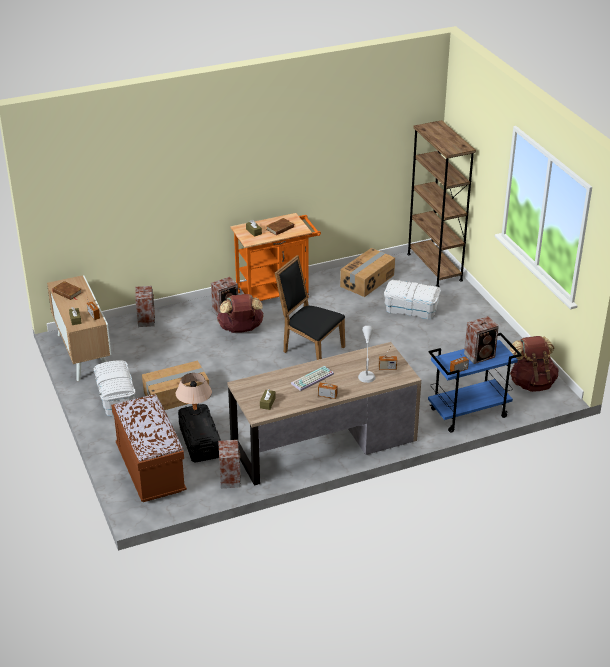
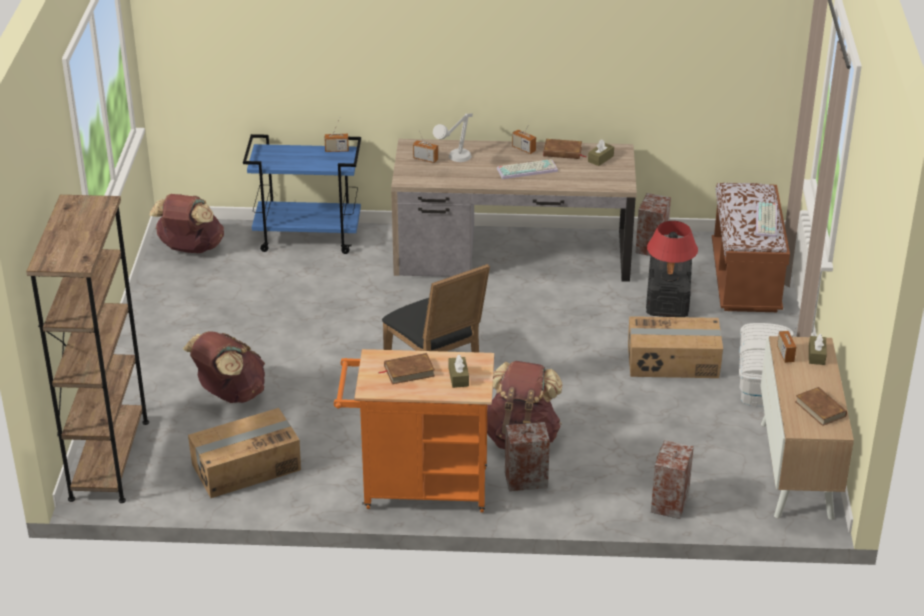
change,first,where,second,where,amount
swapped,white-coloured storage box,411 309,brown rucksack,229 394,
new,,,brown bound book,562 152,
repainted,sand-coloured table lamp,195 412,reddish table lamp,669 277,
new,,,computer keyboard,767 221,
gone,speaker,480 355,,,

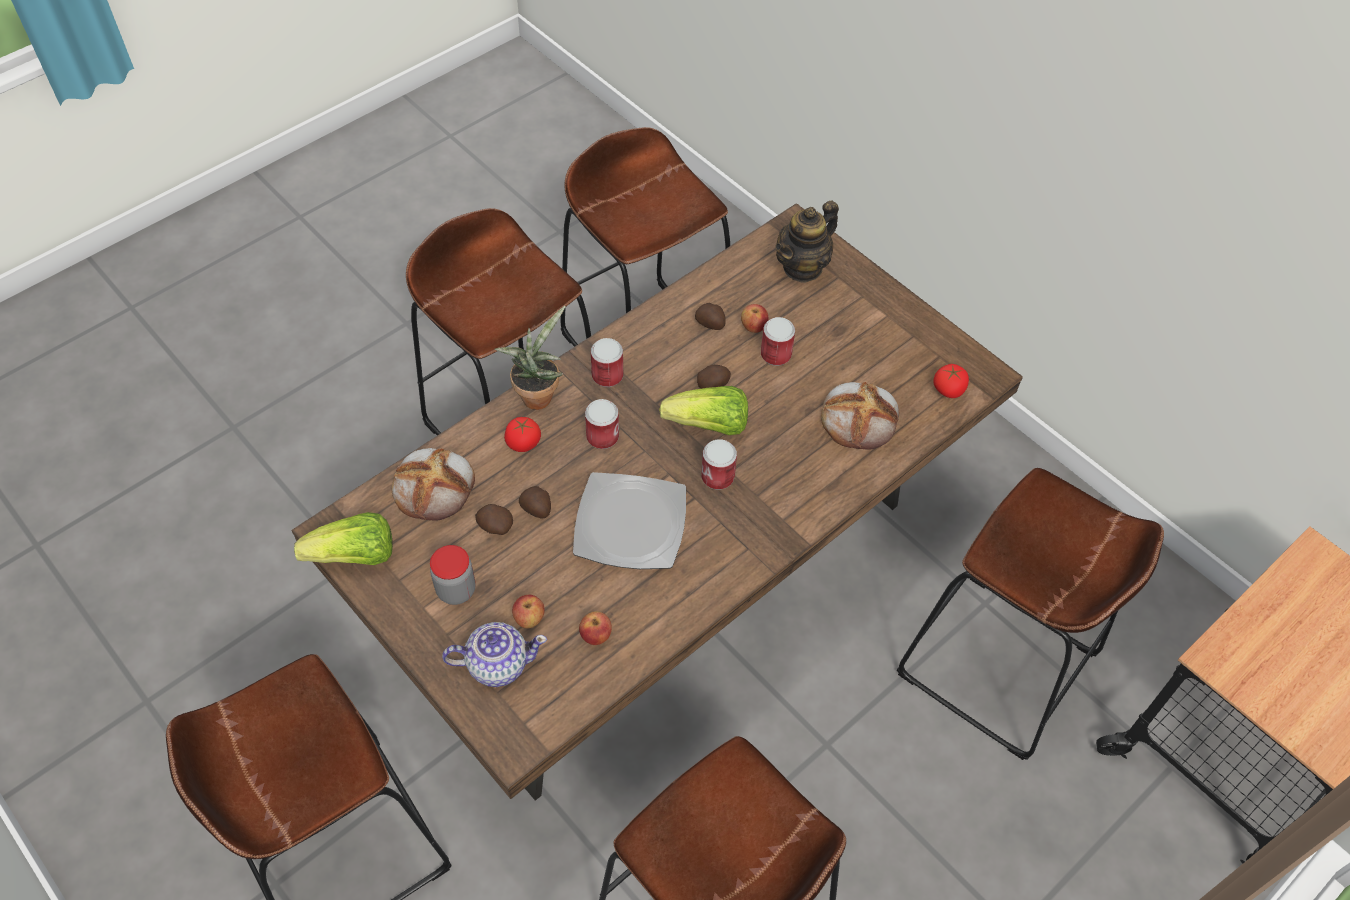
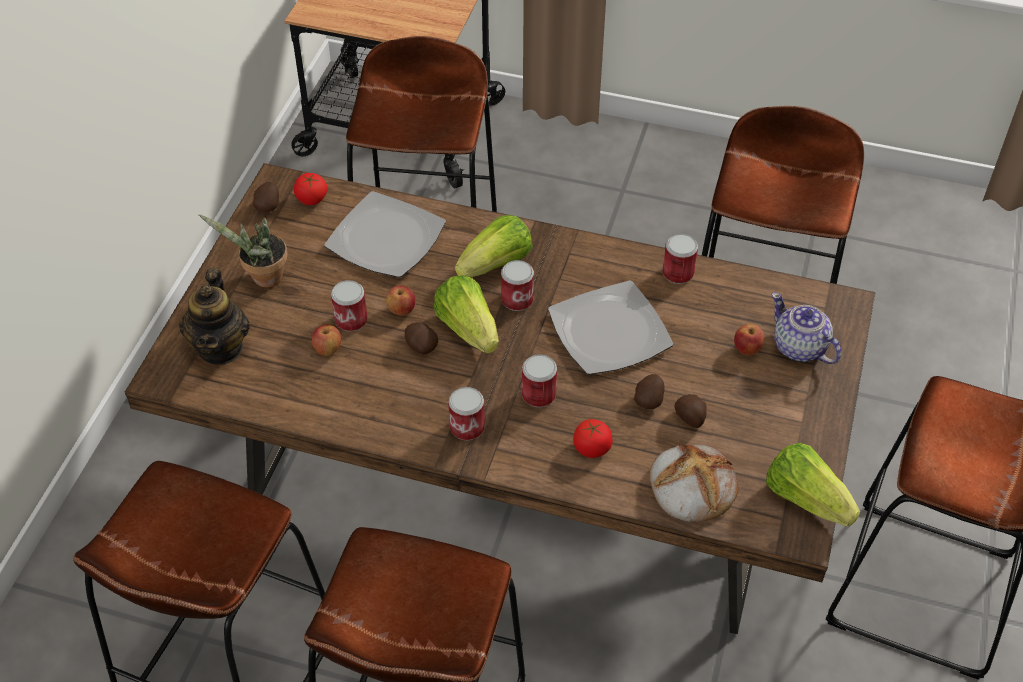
change,first,where,second,where,amount
rotated,pot for tea,803 267,,221 347,75 degrees clockwise
shifted,potted plant,537 394,,263 279,
shifted,whole potato,711 324,,268 205,
swapped,bread,860 418,plate,384 239,
shifted,whole apple,596 636,,401 310,
new,,,lettuce head,496 265,
new,,,sealed can,678 273,
gone,jar,456 590,,,

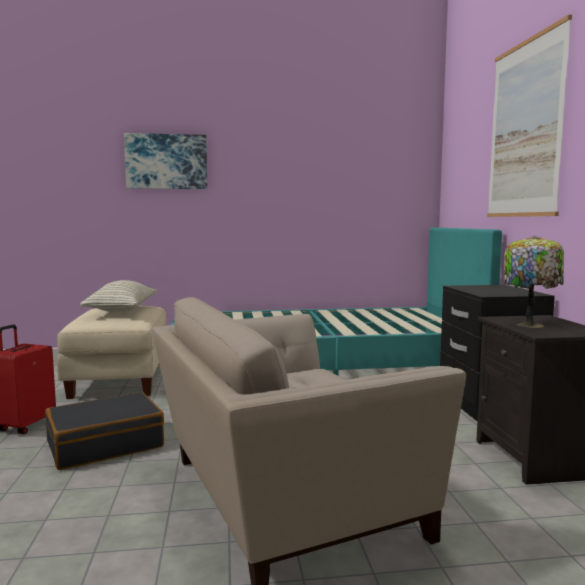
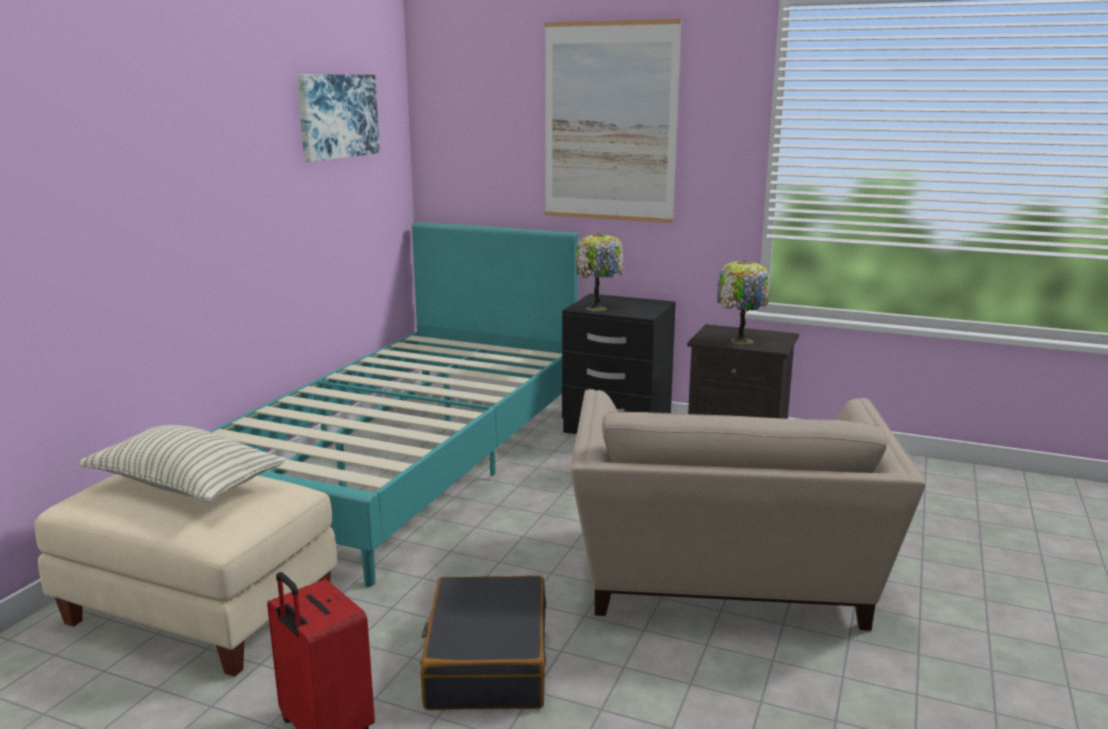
change,first,where,second,where,amount
shifted,wall art,166 161,,337 116,
new,,,table lamp,598 308,

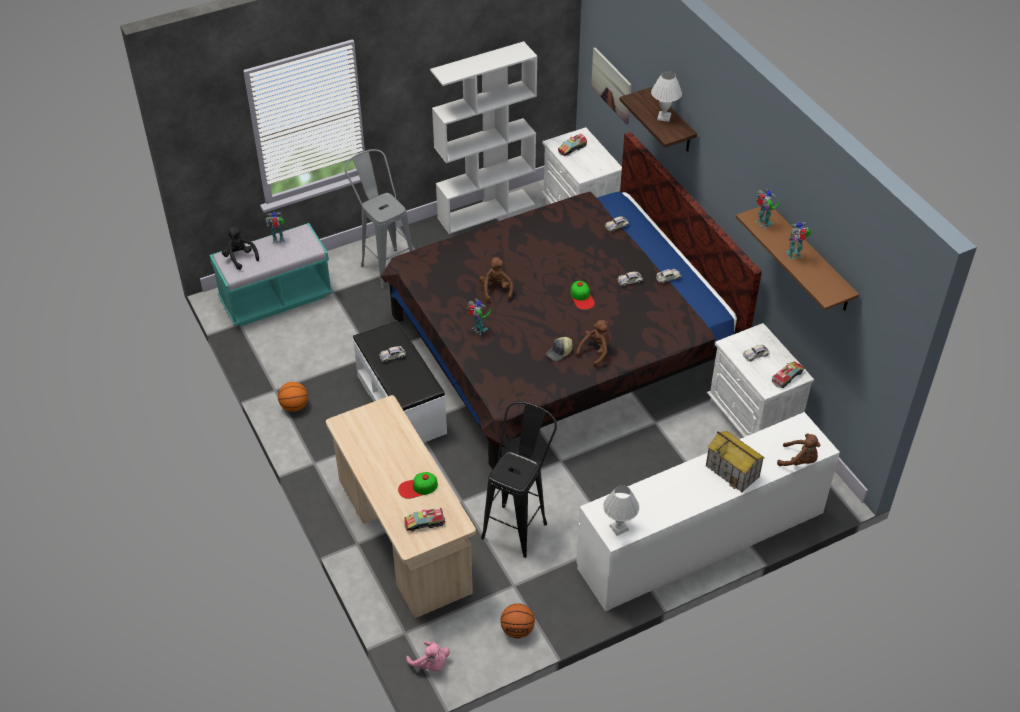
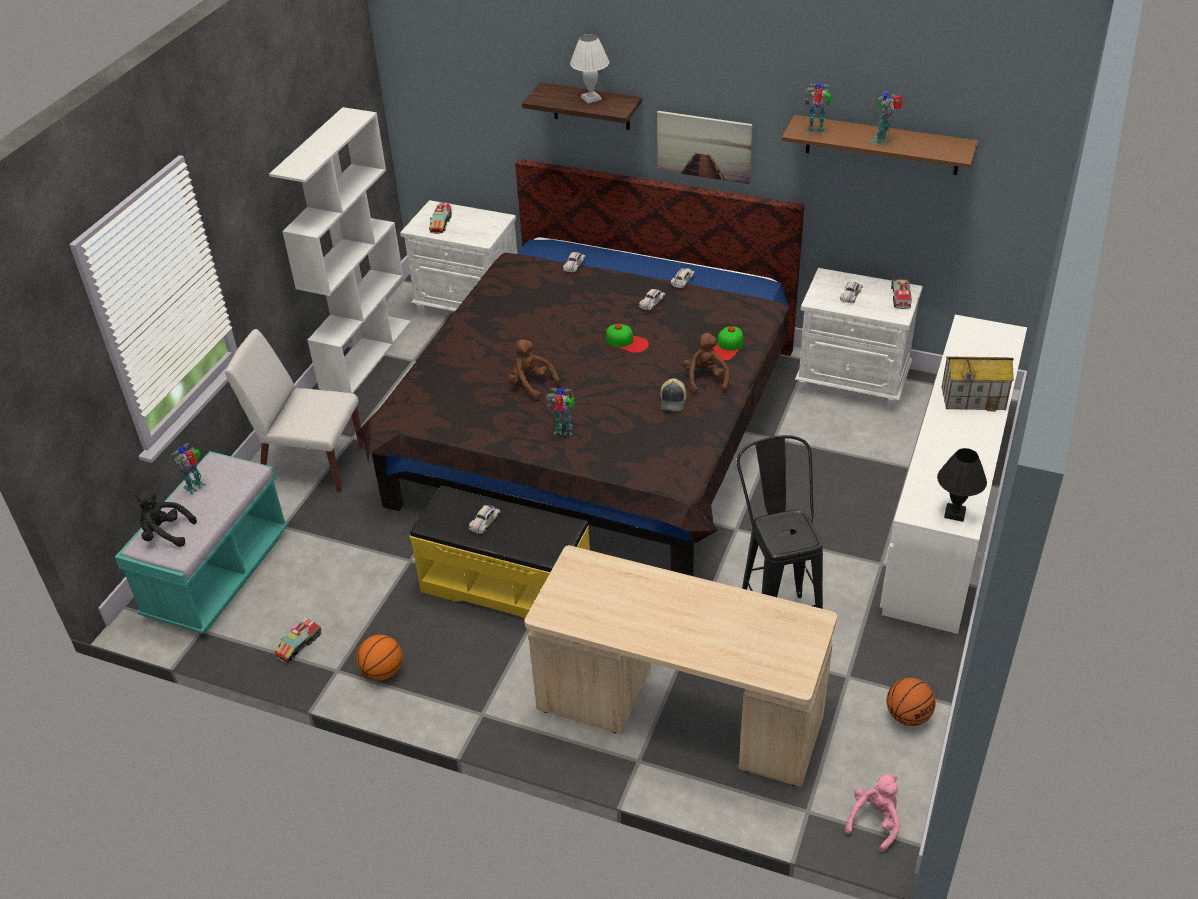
change,first,where,second,where,amount
swapped,gray stool,384 264,white-coloured plain chair,311 464,
shifted,model truck,424 523,,299 644,
repainted,white-coloured long seat,402 404,yellowish long seat,506 586,
shifted,wall art,611 85,,704 146,
shifted,cap,418 487,,727 347,
rotated,pink-coloured soft toy,430 664,,875 821,60 degrees counterclockwise
repainted,white-coloured table lamp,618 527,black-coloured table lamp,954 513,
gone,brown soft toy,799 461,,,

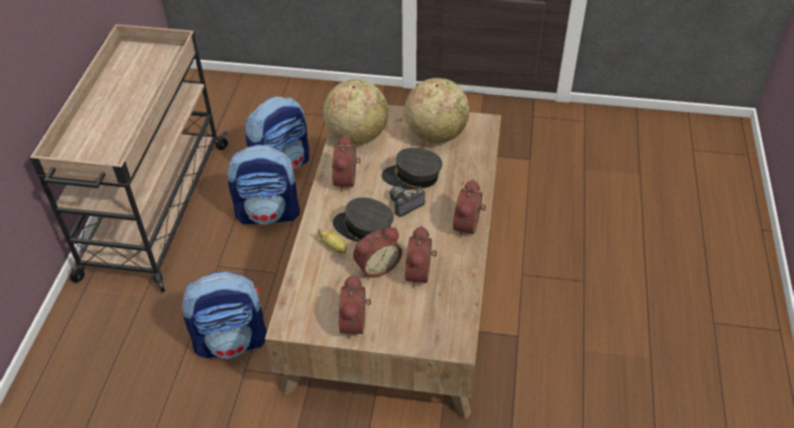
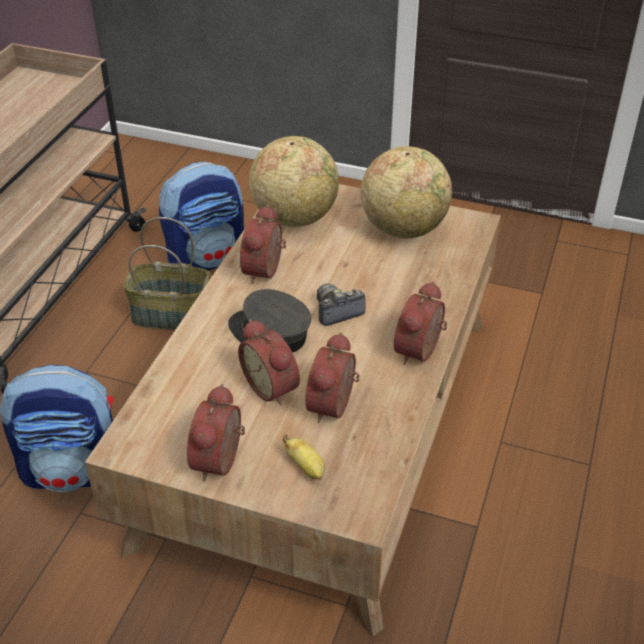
change,first,where,second,where,amount
swapped,rucksack,269 213,storage basket,173 315,
rotated,alarm clock,376 266,,273 386,75 degrees clockwise
shifted,banana fruit,334 247,,306 467,
gone,gray cap,412 176,,,

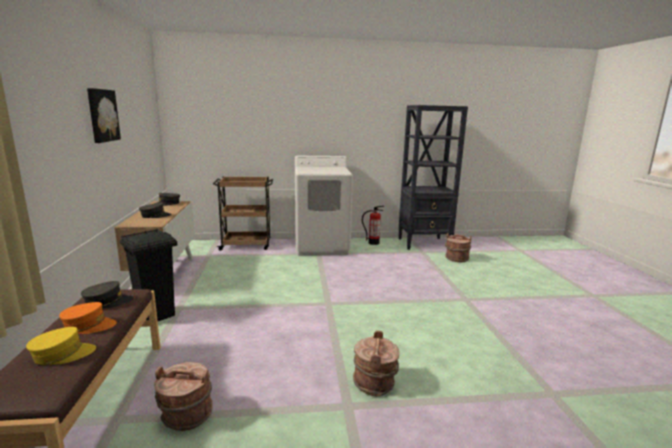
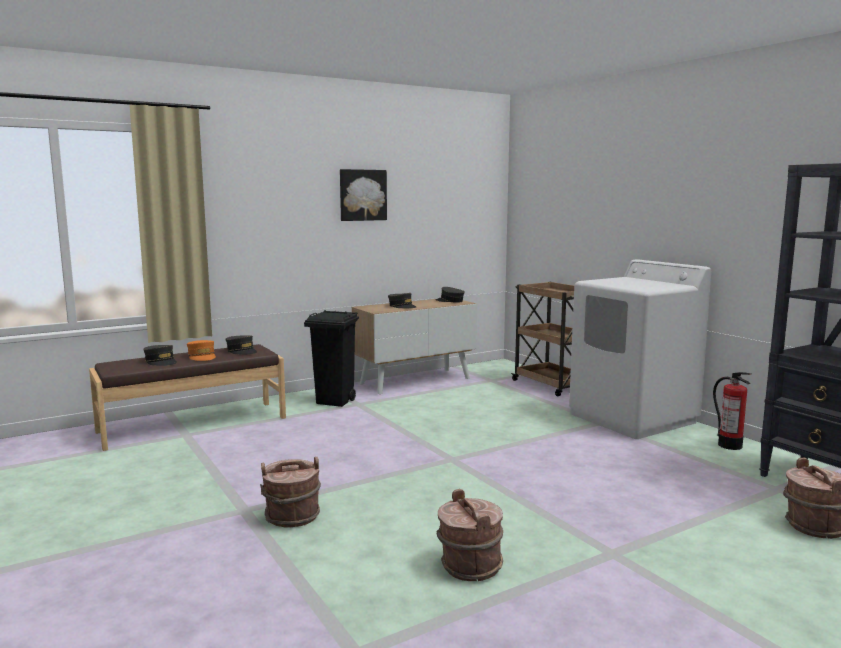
change,first,where,second,where,amount
repainted,yellowish cap,63 354,gray cap,161 362,
shifted,brown water bucket,186 415,,469 566,

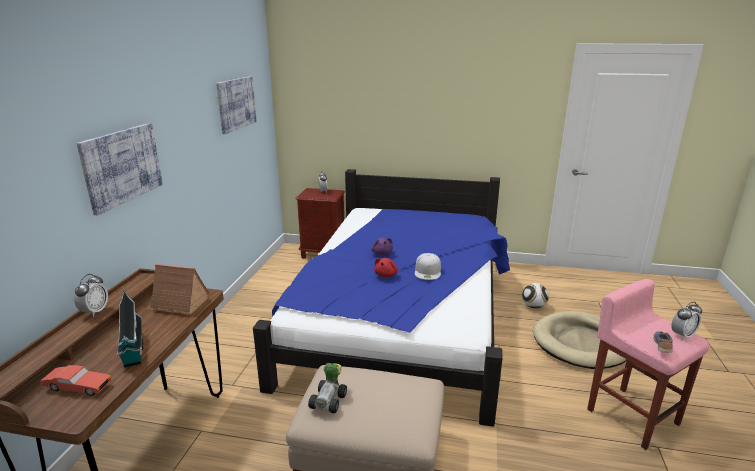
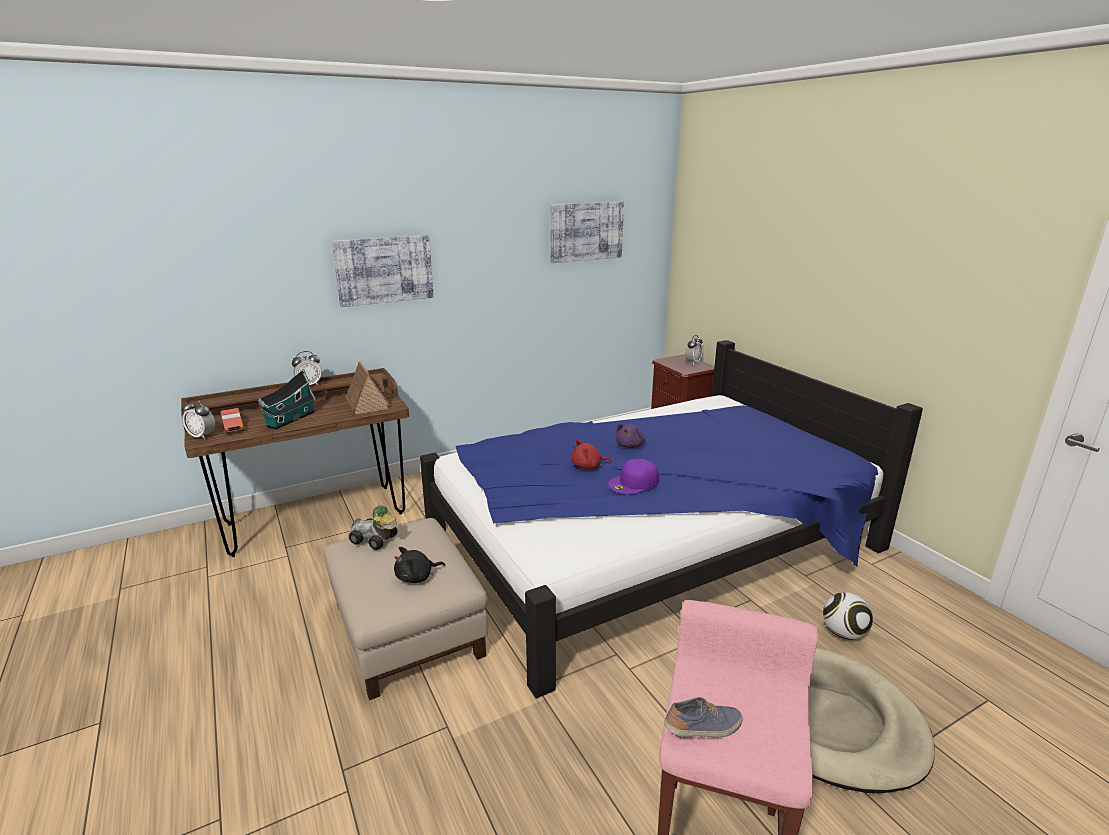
change,first,where,second,where,amount
shifted,alarm clock,682 335,,202 436,
rotated,model car,330 400,,375 541,45 degrees clockwise
new,,,black-coloured soft toy,417 577,
repainted,white-coloured cap,428 271,purple cap,633 483,

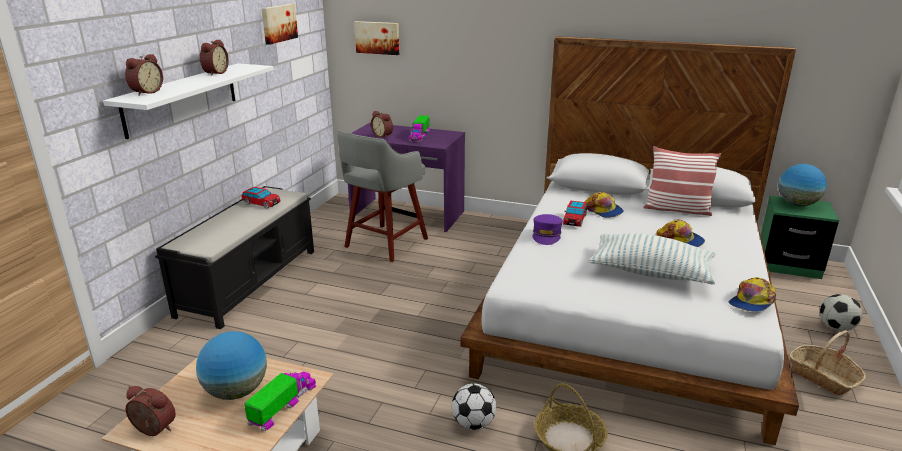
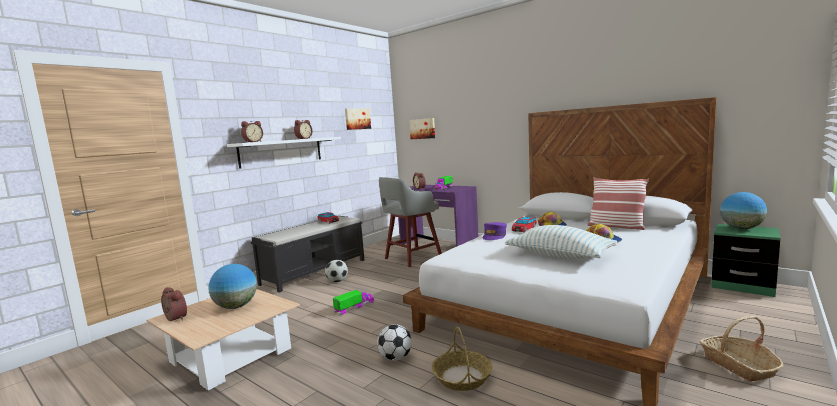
change,first,where,second,where,amount
shifted,ball for football,836 327,,337 281,
shifted,model truck,282 405,,354 307,
gone,cap,752 302,,,

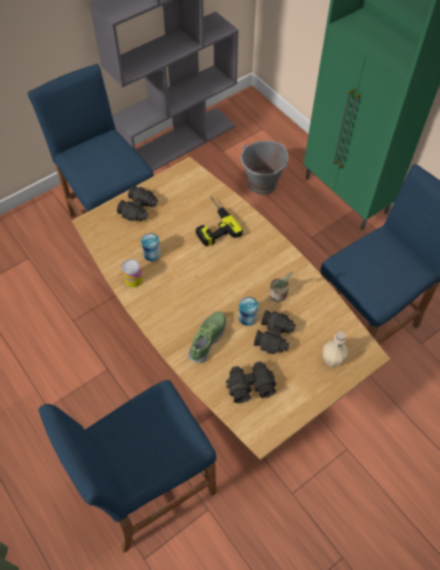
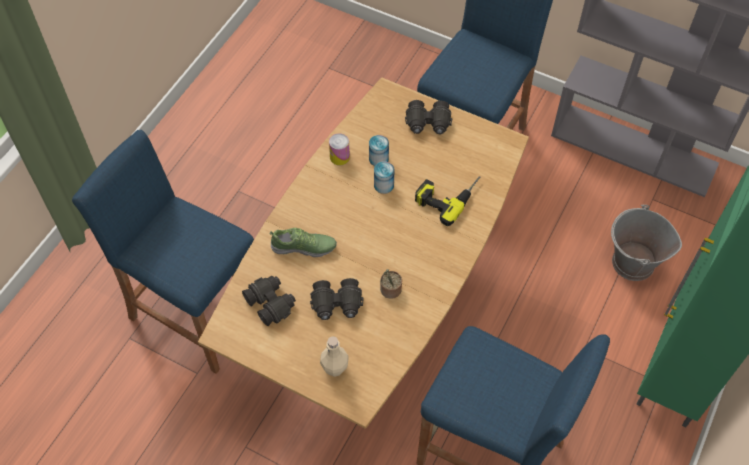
change,first,where,second,where,amount
shifted,sealed can,247 317,,383 185,

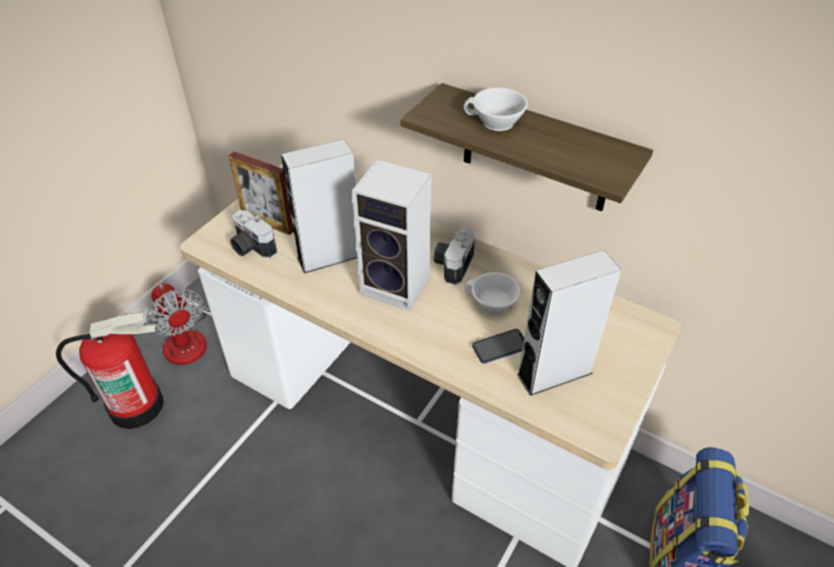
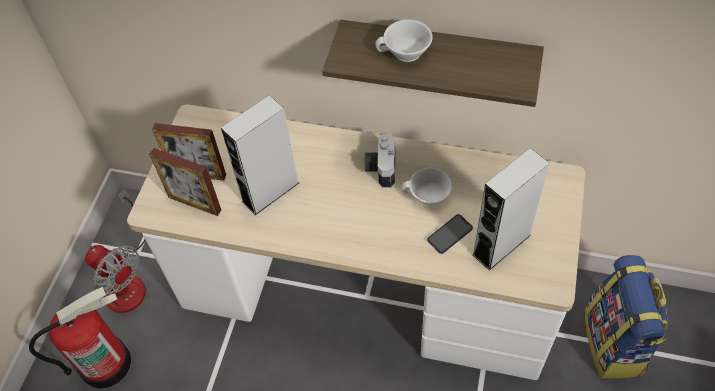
change,first,where,second,where,amount
swapped,still camera,251 247,standing frame,194 203,
gone,speaker,398 286,,,

